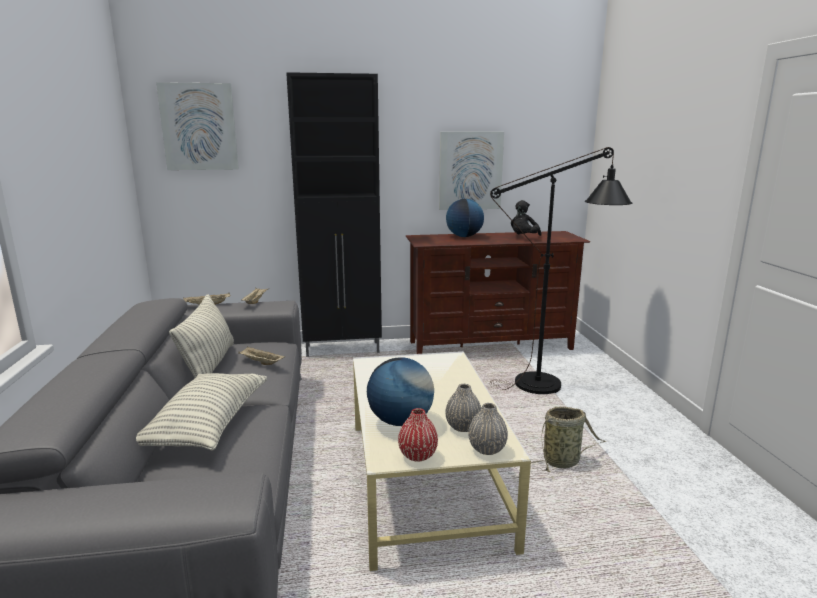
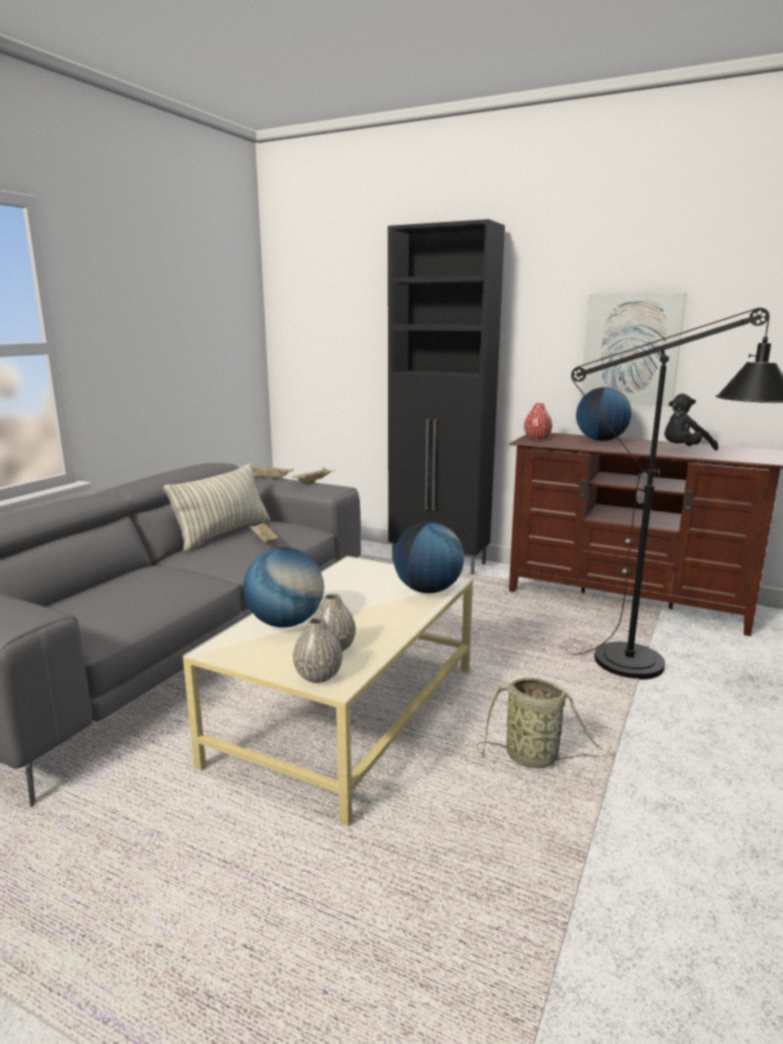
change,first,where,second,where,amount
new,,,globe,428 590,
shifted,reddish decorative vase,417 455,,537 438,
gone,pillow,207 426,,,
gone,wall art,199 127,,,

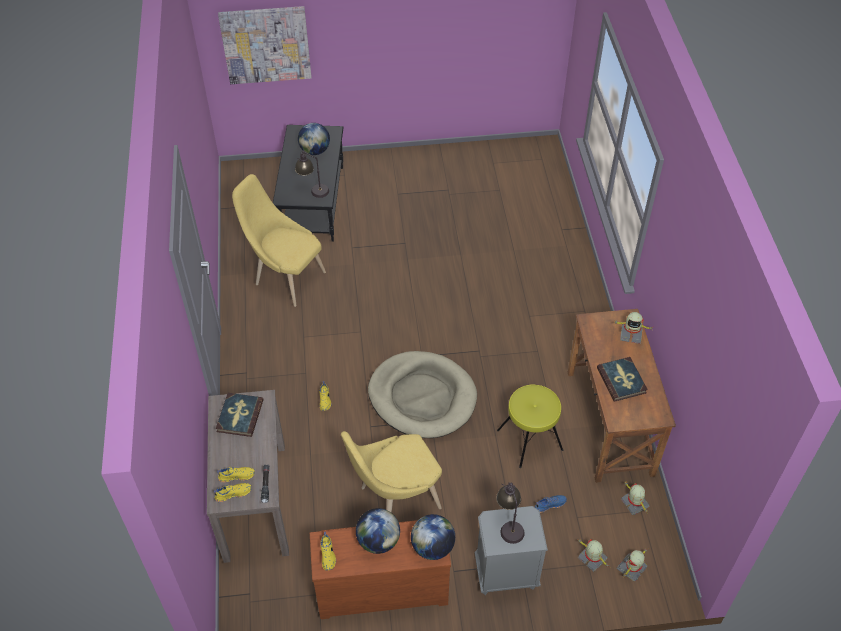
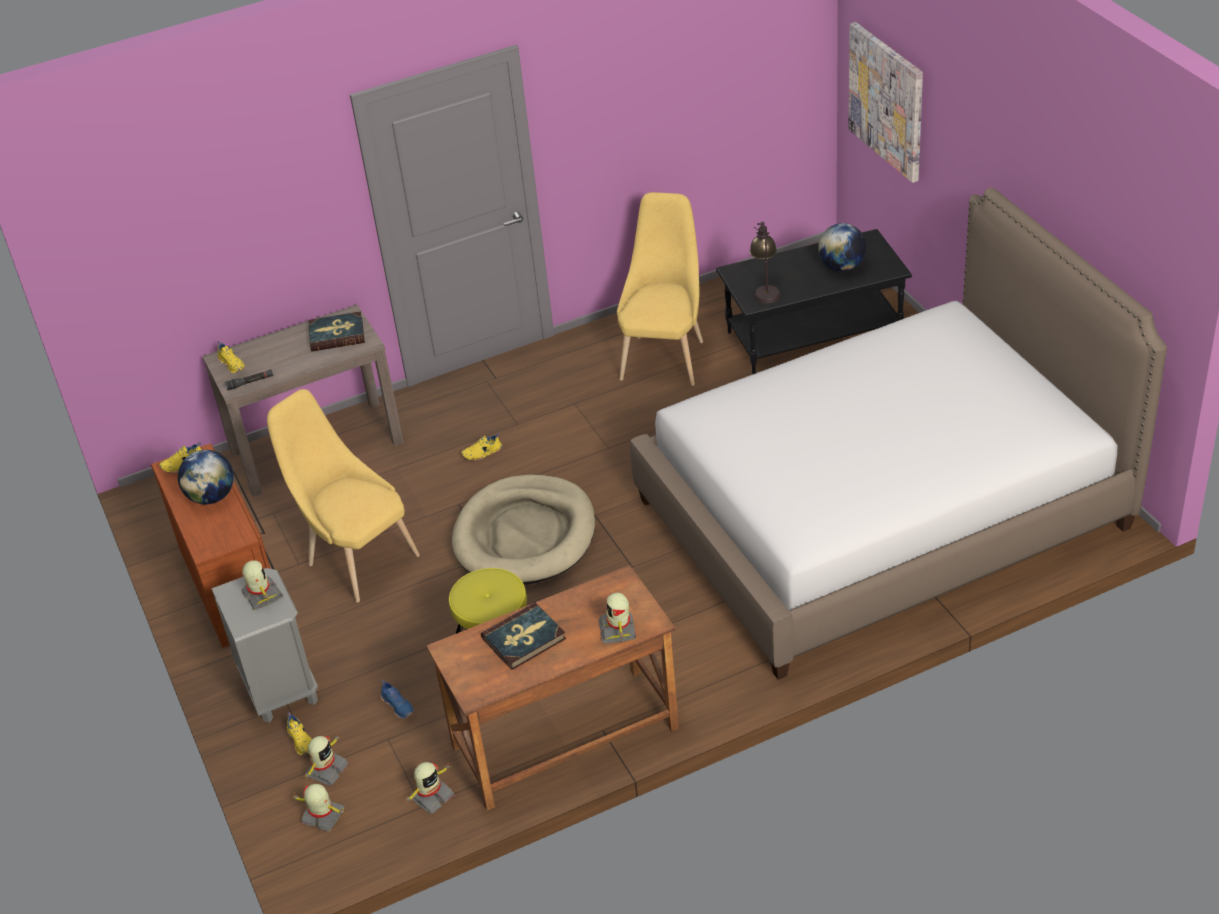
change,first,where,second,where,amount
swapped,table lamp,509 524,model robot,261 596,
shifted,yellowish shoe,237 475,,301 740,
new,,,sleeping bed,882 514,
gone,globe,432 547,,,

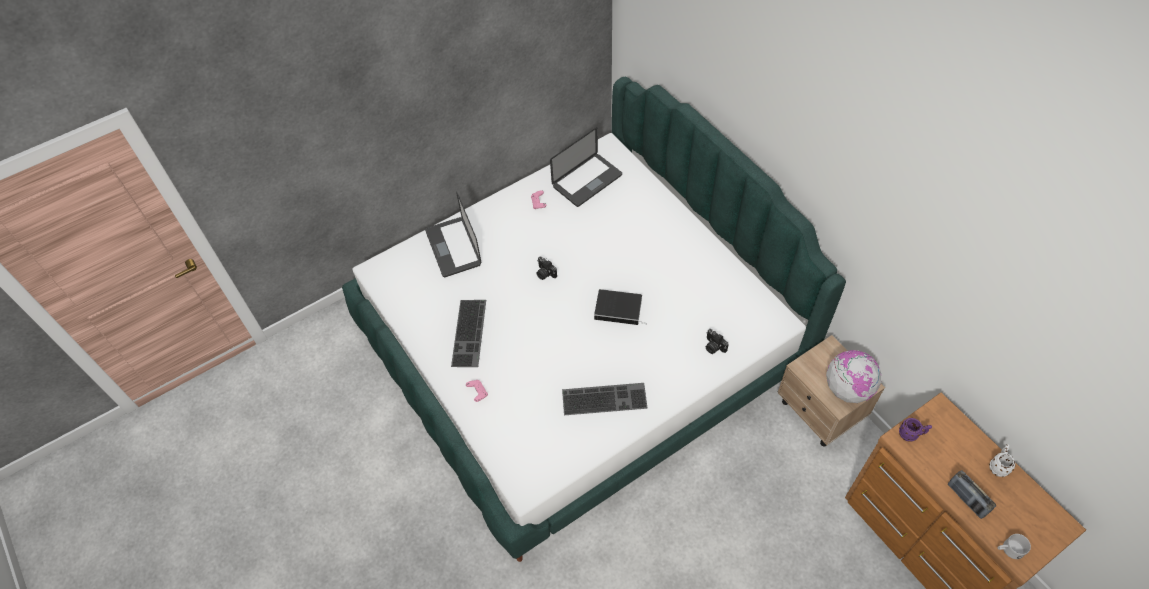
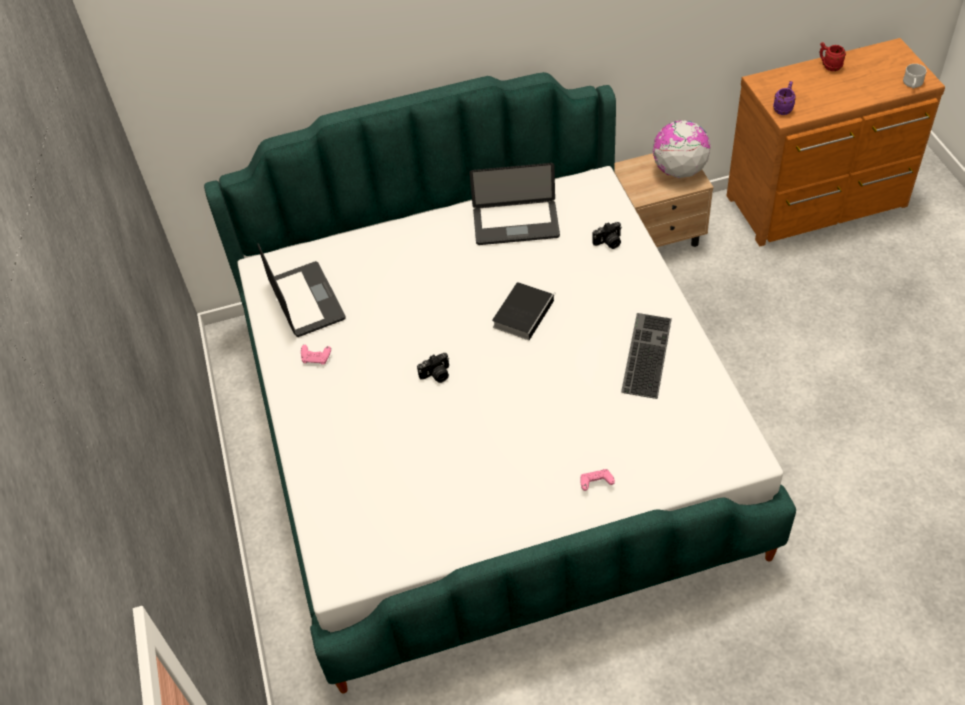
change,first,where,second,where,amount
shifted,laptop,453 247,,516 224,
repainted,white-coloured coffee mug,998 466,reddish coffee mug,829 66,
gone,computer keyboard,470 333,,,
gone,radio set,966 499,,,

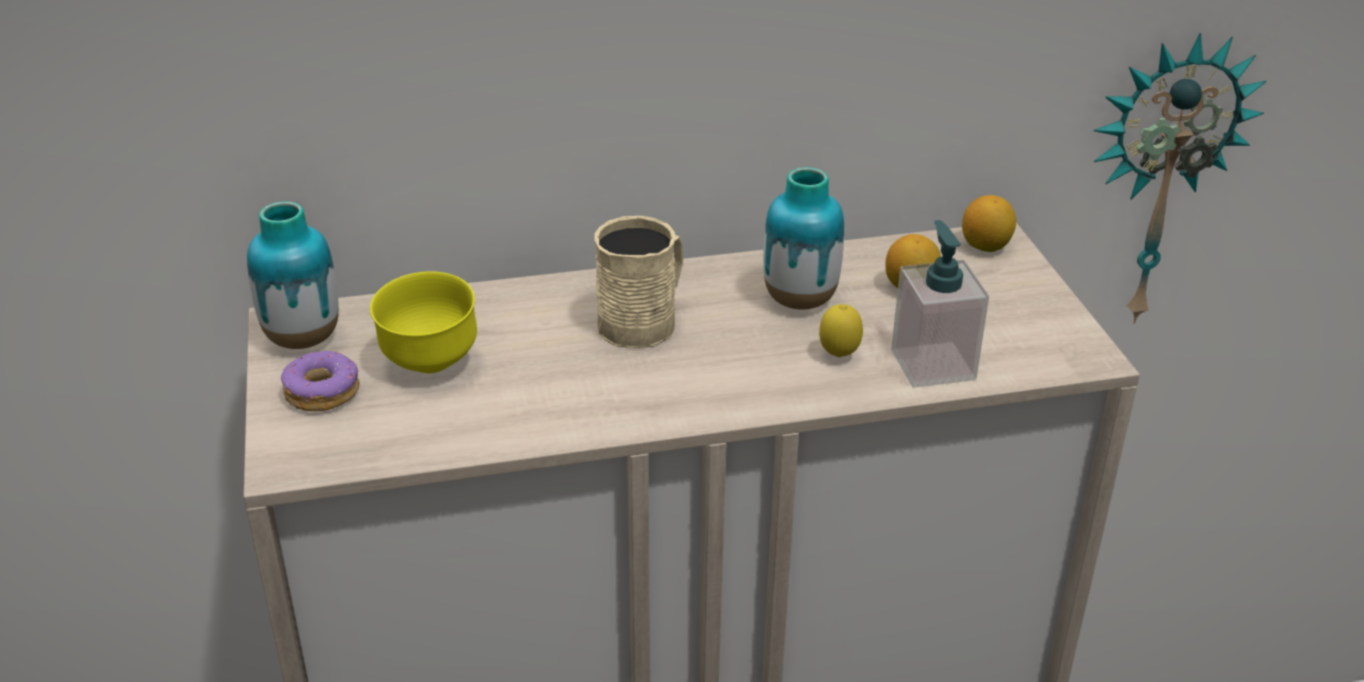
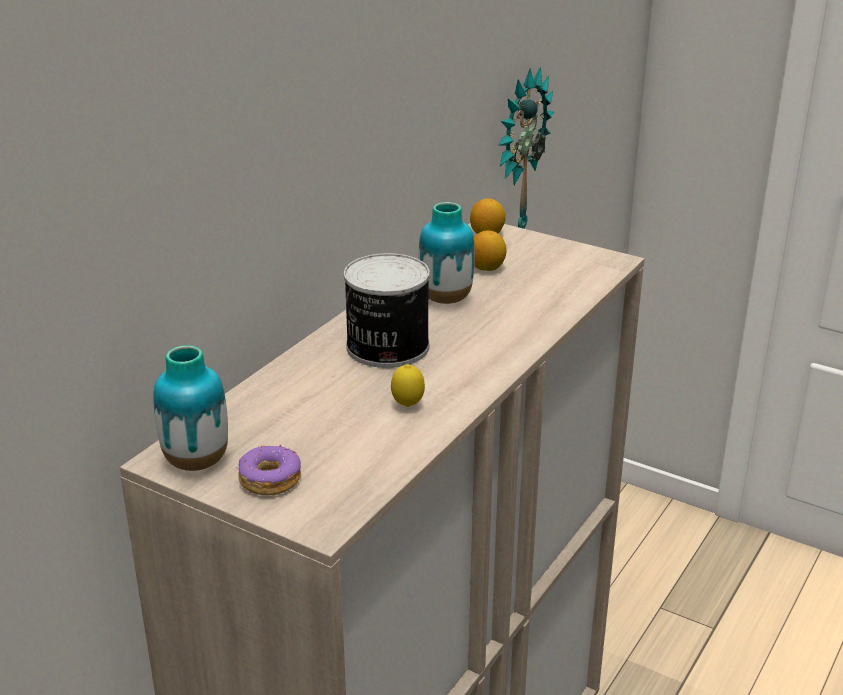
change,first,where,second,where,amount
swapped,sand-coloured coffee mug,644 321,sealed can,386 347,
shifted,lemon,838 356,,407 406,
gone,yellowish serving bowl,429 365,,,
gone,soap bottle,932 364,,,

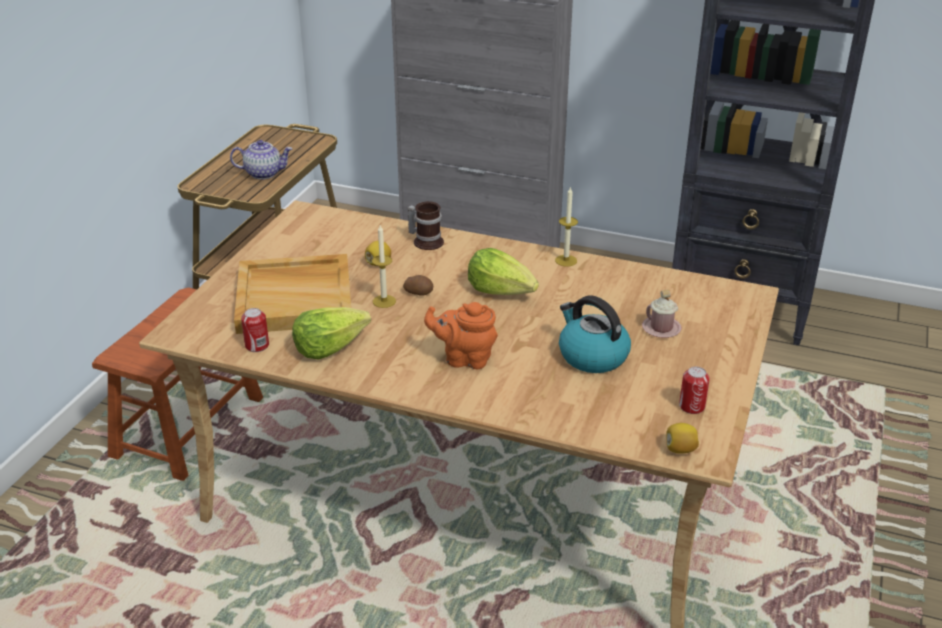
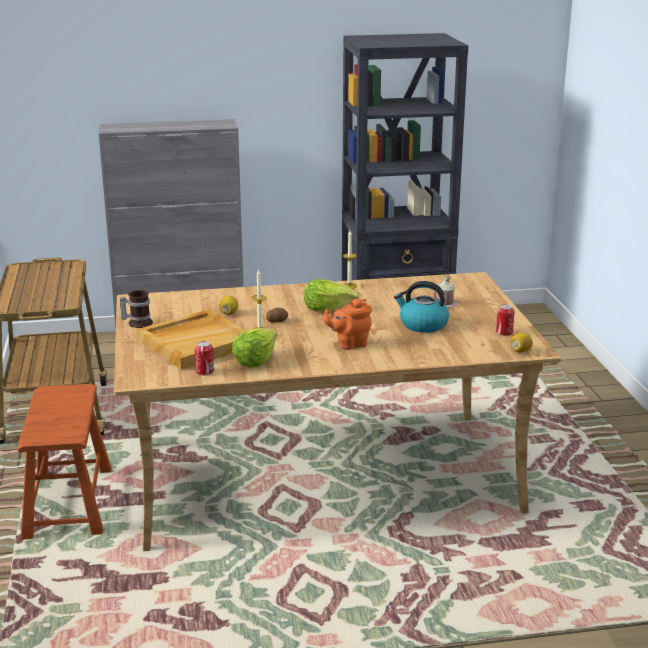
change,first,where,second,where,amount
shifted,coffee mug,426 241,,138 322,
gone,pot for tea,264 173,,,

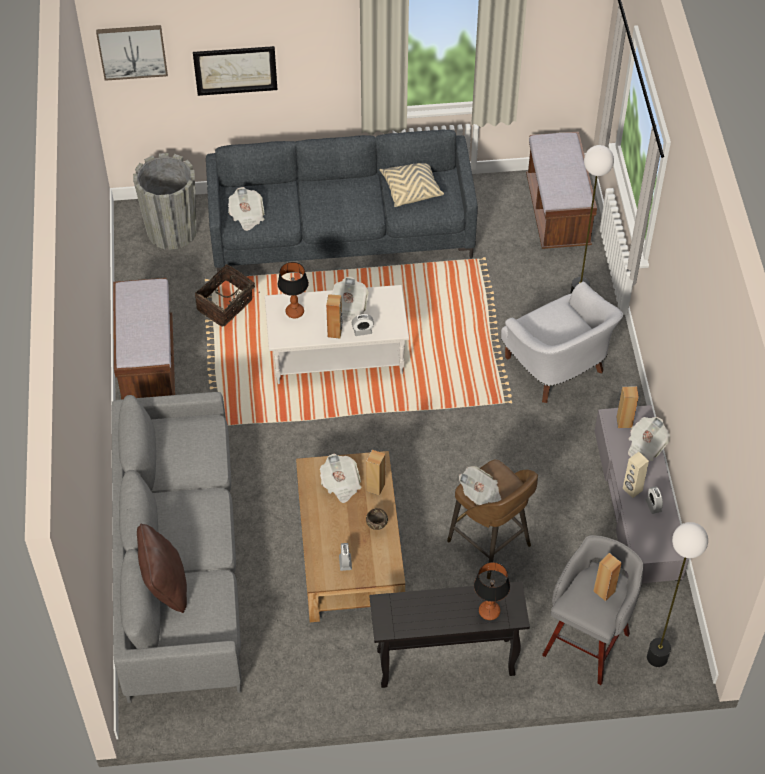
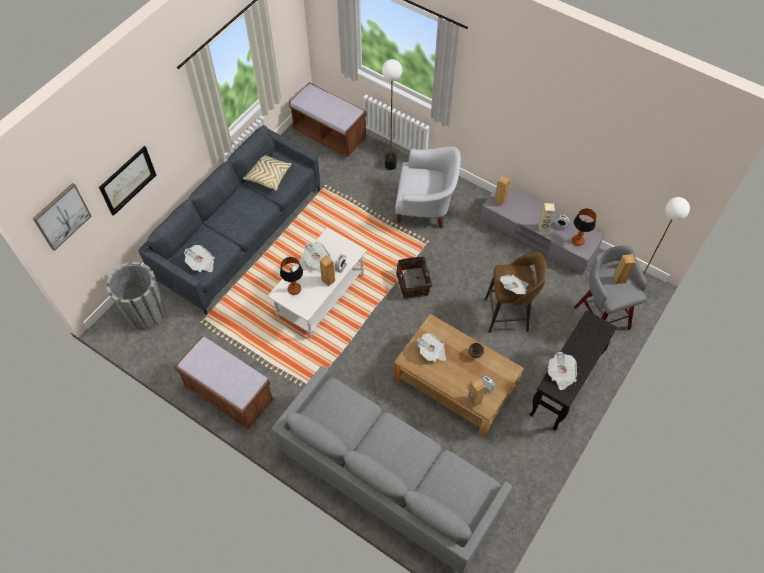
change,first,where,second,where,amount
shifted,storage basket,226 305,,414 283,
shifted,brown speaker,375 487,,474 401,
shifted,printed paper,645 445,,561 375,
shifted,table lamp,489 612,,578 241,
gone,brown pillow,165 586,,,

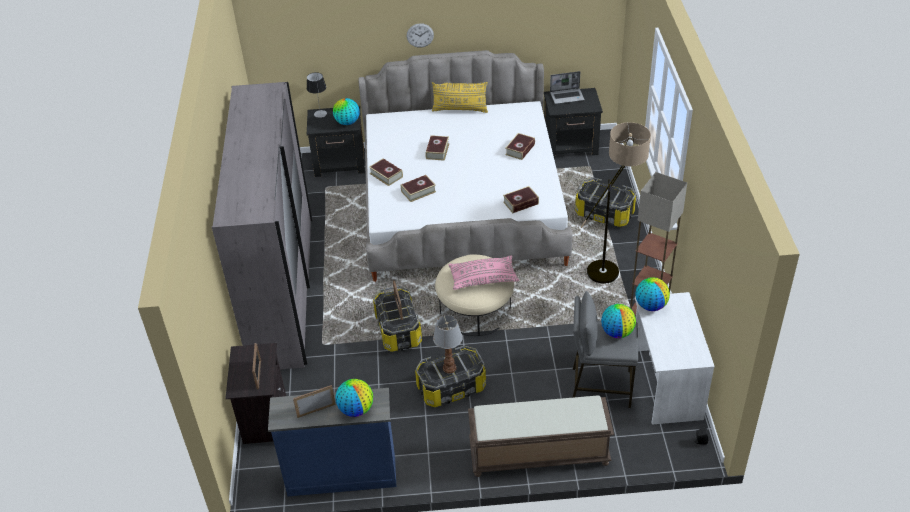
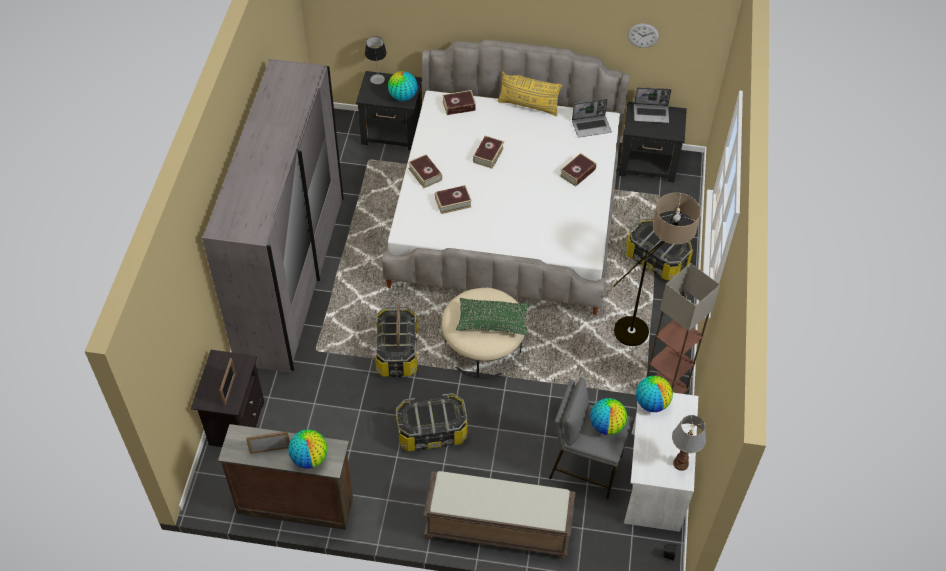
change,first,where,second,where,amount
repainted,blue-coloured chest of drawers,341 475,brown chest of drawers,295 504,
shifted,bound book,521 203,,459 106,
repainted,pink-coloured pillow,483 278,green pillow,493 321,
new,,,laptop,591 126,
shifted,clock on the wall,420 35,,643 35,
shifted,table lamp,449 367,,681 463,

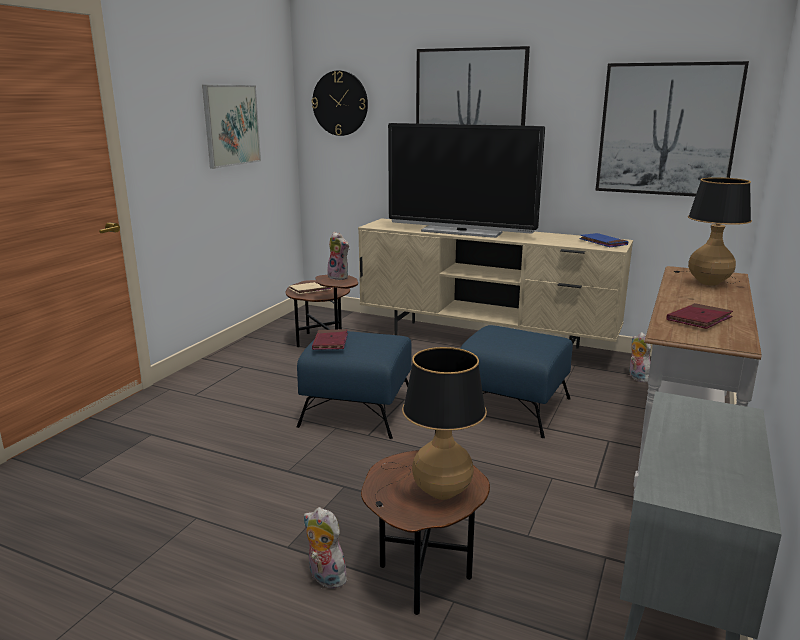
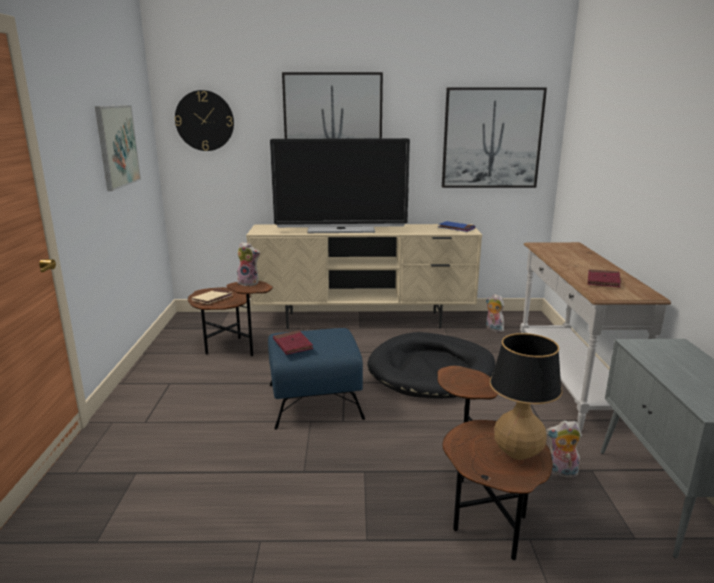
change,first,where,second,where,amount
swapped,blue-coloured pouffe,513 407,black-coloured dog cushion,431 370,
shifted,soft toy,324 578,,560 472,
gone,table lamp,709 282,,,

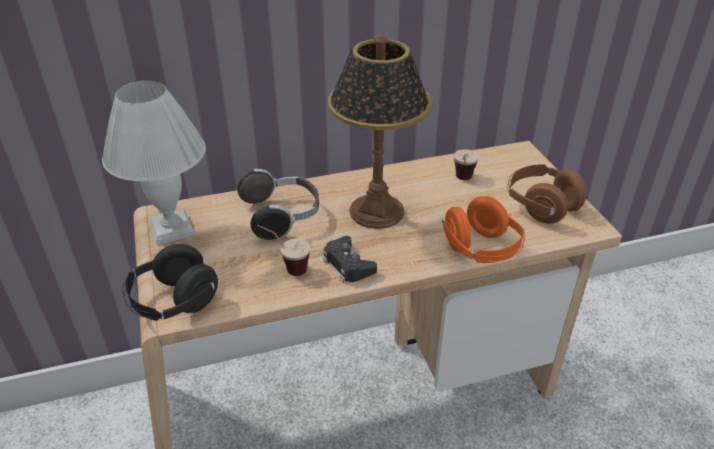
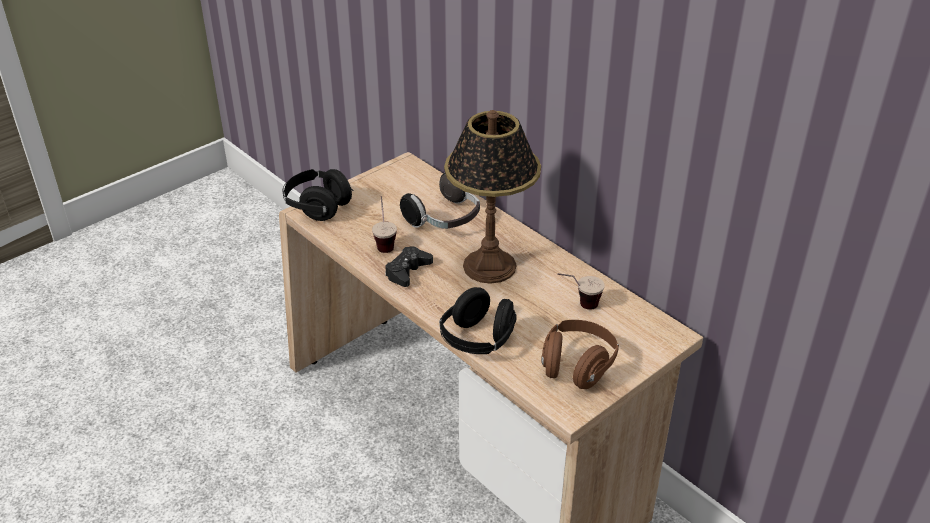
change,first,where,second,where,amount
repainted,orange headphones,481 250,black-coloured headphones,477 340,
gone,white-coloured table lamp,173 228,,,

